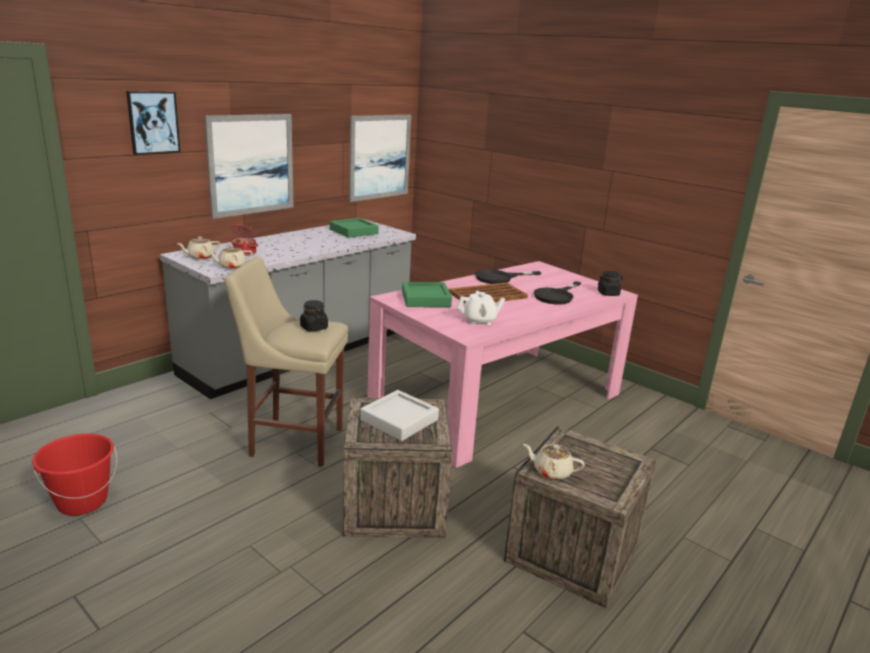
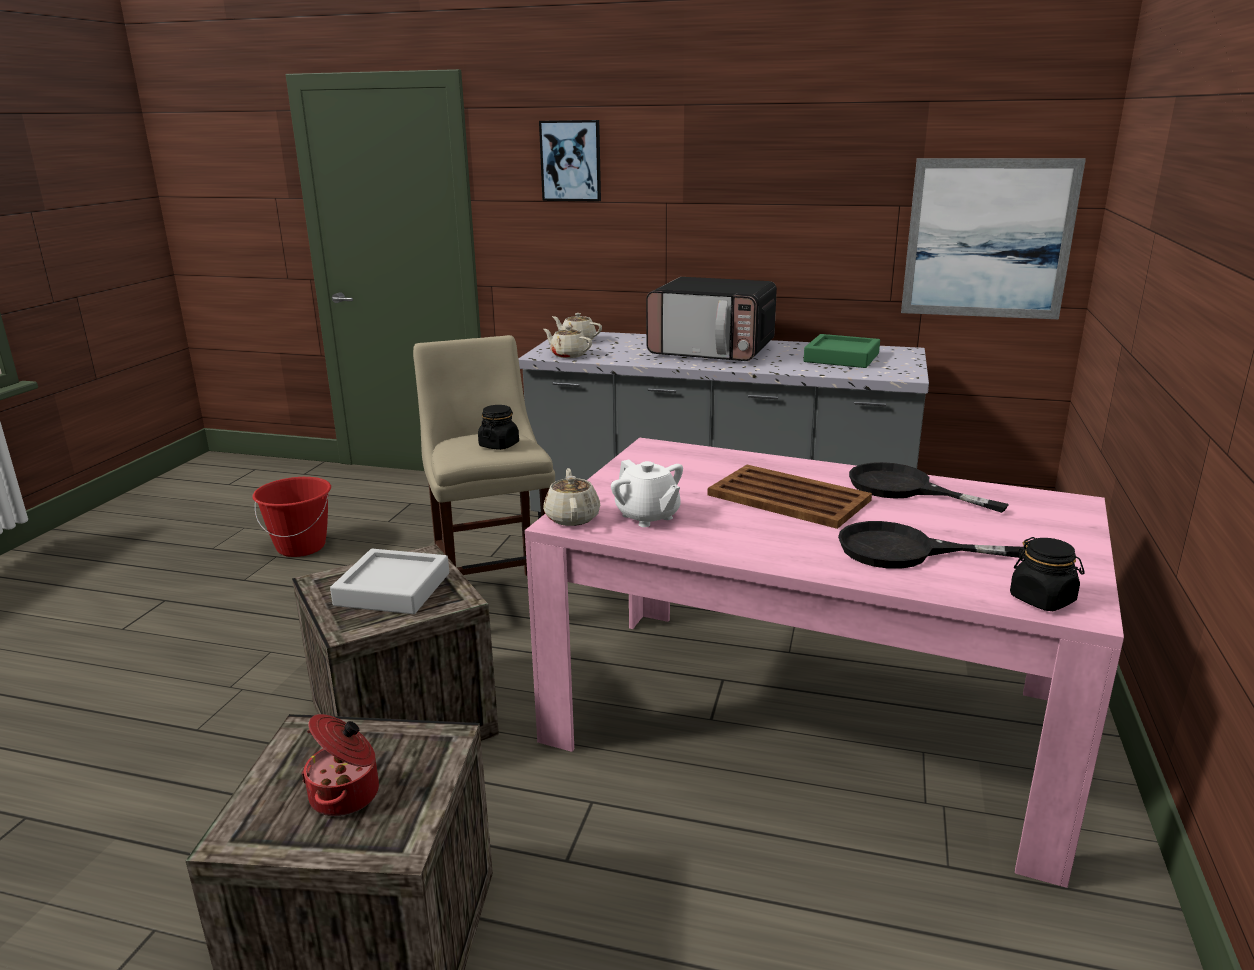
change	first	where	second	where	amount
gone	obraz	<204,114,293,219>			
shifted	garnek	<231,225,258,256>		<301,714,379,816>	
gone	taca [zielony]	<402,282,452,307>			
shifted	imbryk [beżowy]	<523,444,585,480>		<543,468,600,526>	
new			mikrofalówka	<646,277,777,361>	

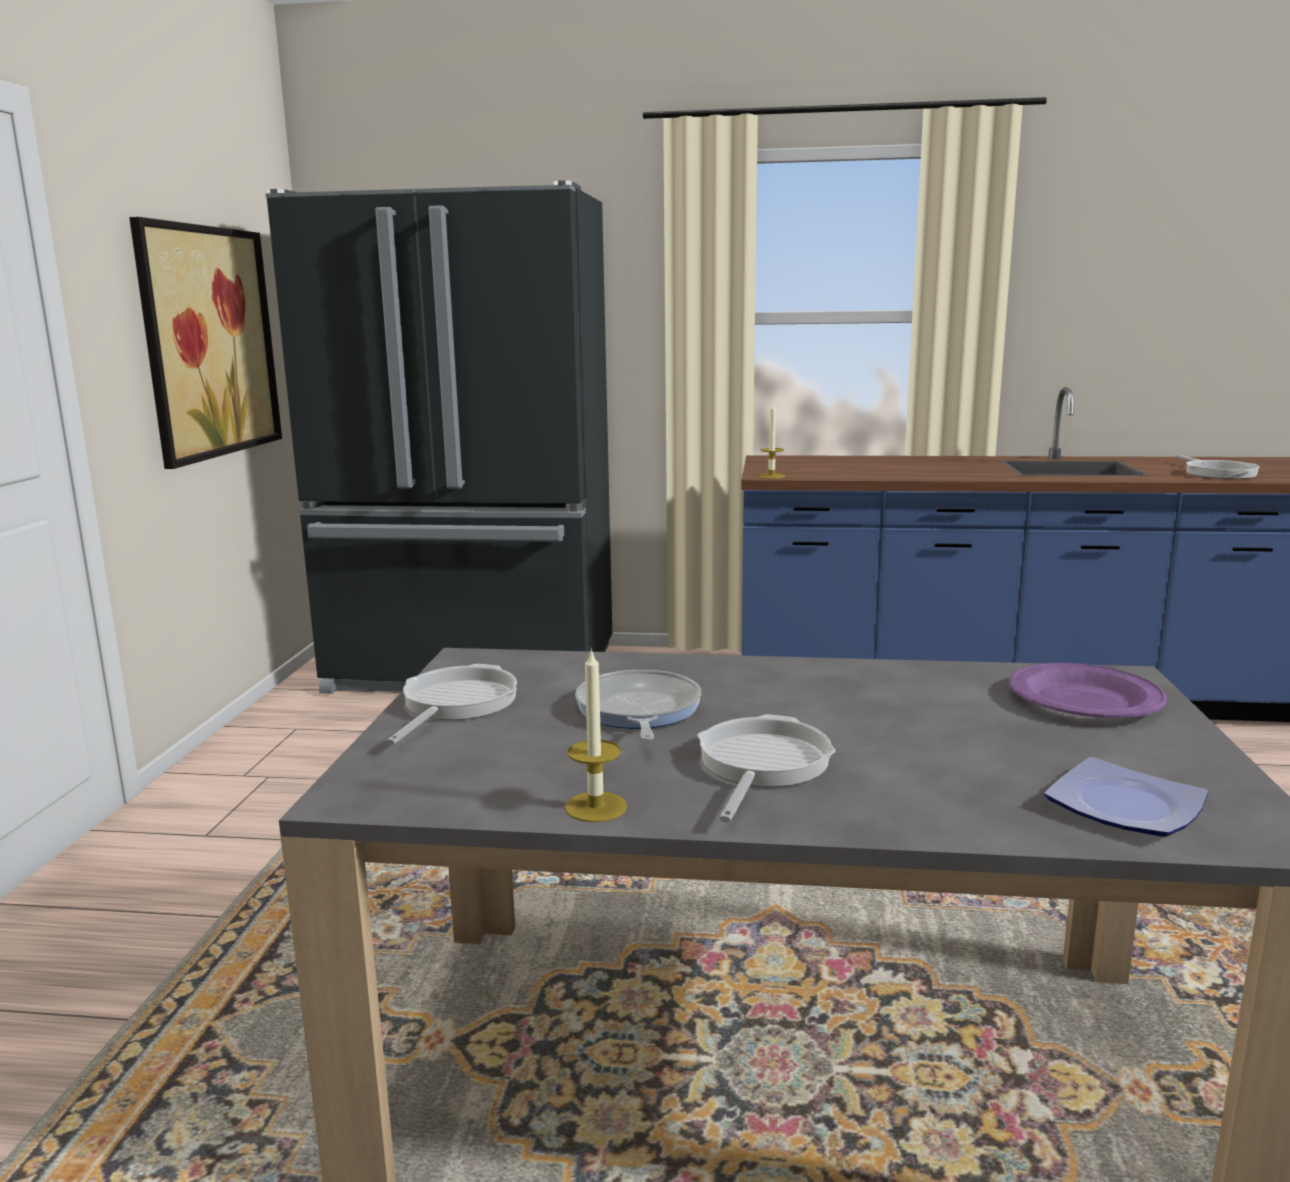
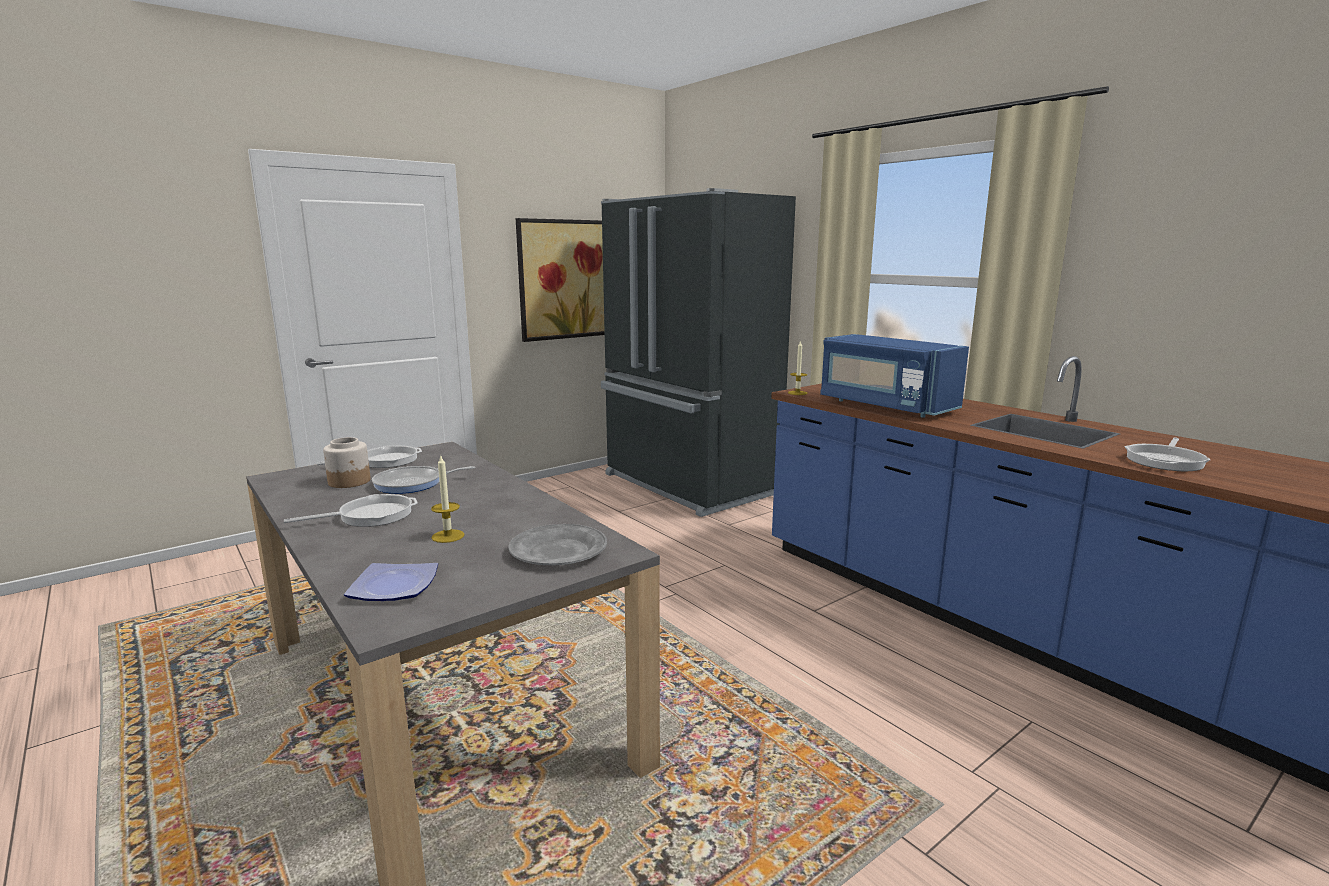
change	first	where	second	where	amount
shifted	świeca	<565,648,627,822>		<431,454,464,543>	
repainted	talerz [fioletowy]	<1009,663,1167,718>	talerz [szary]	<509,524,607,565>	
rotated	patelnia	<575,670,701,740>		<372,466,475,494>	150 degrees counterclockwise
new			mikrofalówka [niebieski]	<820,334,969,418>	
new			słoik	<323,437,371,488>	

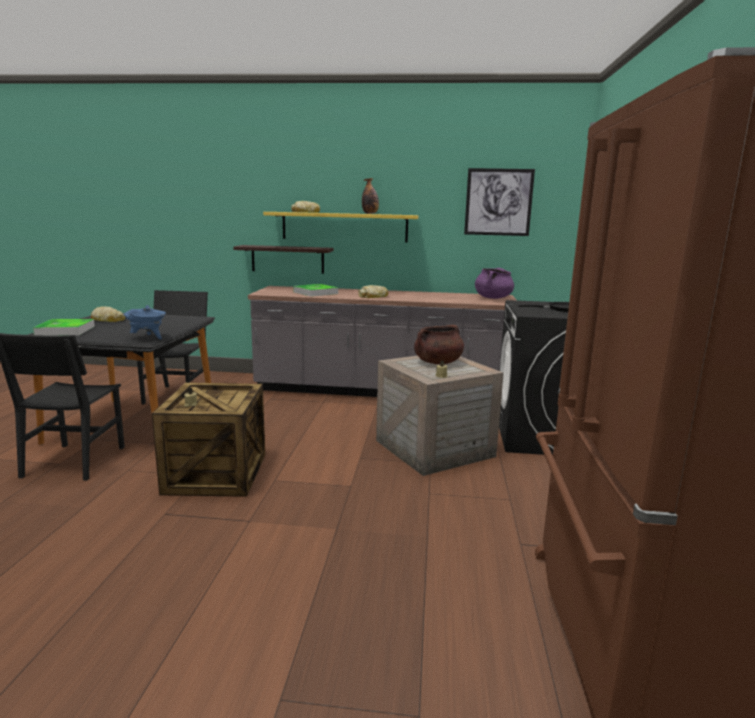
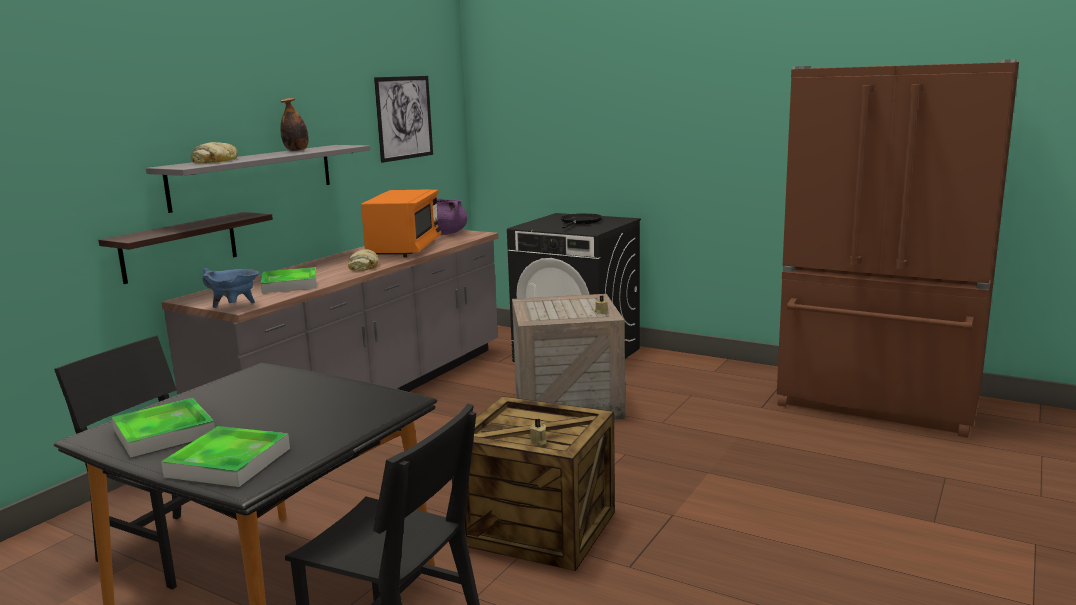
change	first	where	second	where	amount
repainted	półka [żółty]	<263,212,419,242>	półka [szary]	<146,145,370,213>	
shifted	garnek [niebieski]	<123,305,166,340>		<203,268,259,308>	
swapped	chleb	<91,307,125,322>	taca	<112,398,215,458>	
gone	garnek [brązowy]	<414,325,464,364>			
new			mikrofalówka [pomarańczowy]	<361,189,441,257>	

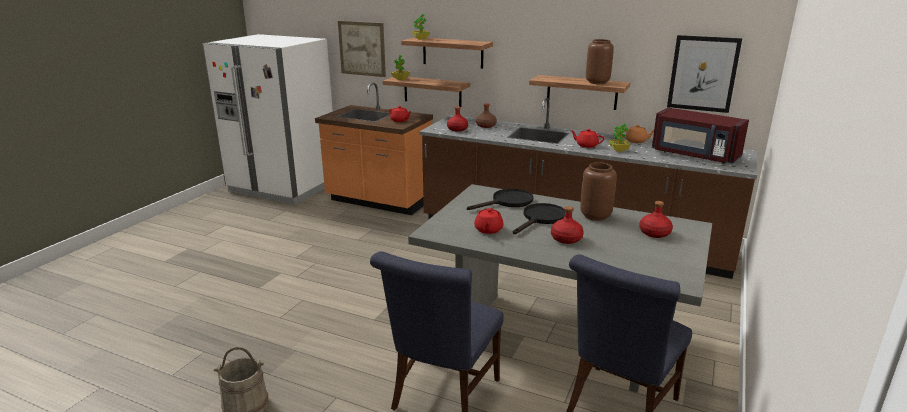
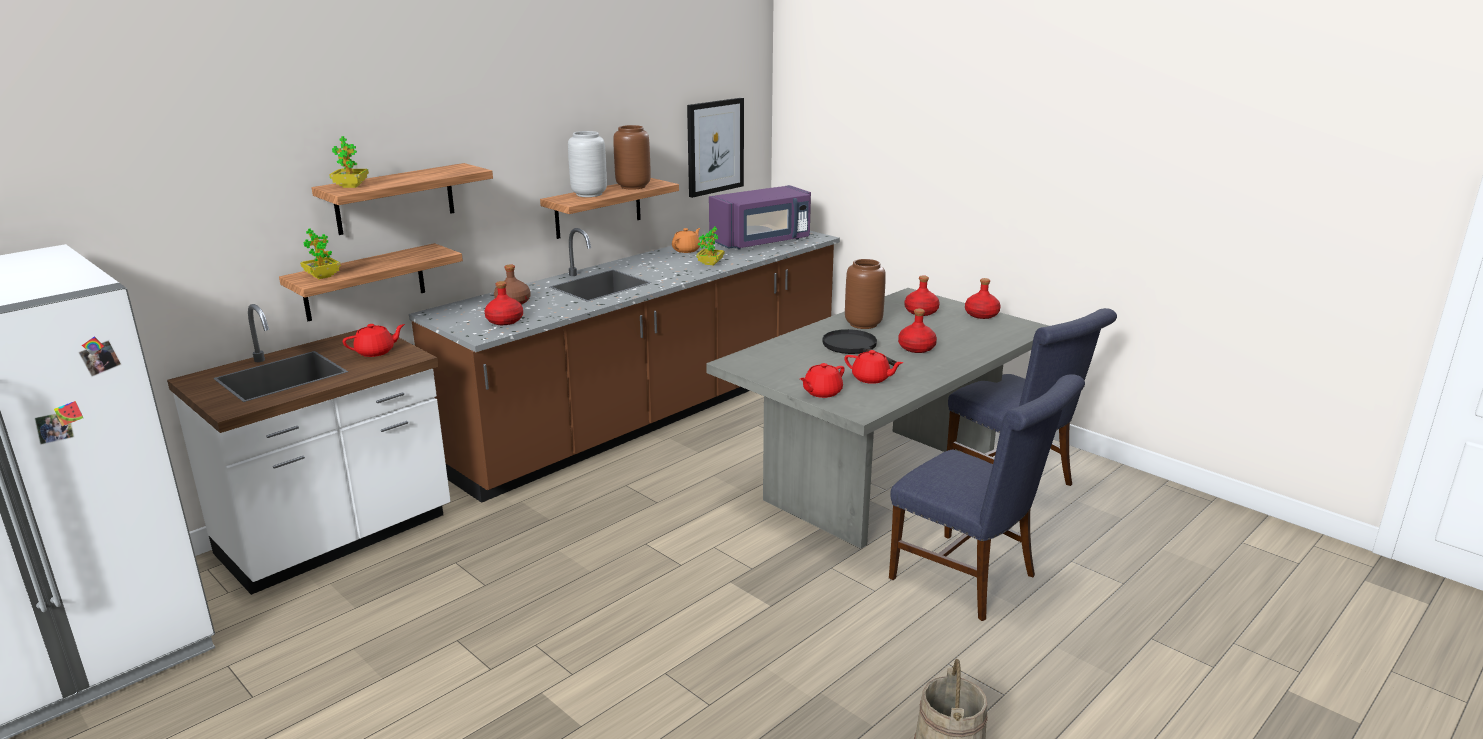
change	first	where	second	where	amount
gone	obraz	<338,21,386,77>			
repainted	zabudowa kuchenna [pomarańczowy]	<315,82,433,215>	zabudowa kuchenna [biały]	<167,304,451,595>	
repainted	mikrofalówka [czerwony]	<652,108,749,164>	mikrofalówka [fioletowy]	<709,185,811,249>	
shifted	imbryk [czerwony]	<570,129,604,148>		<800,363,845,398>	
gone	patelnia [czarny]	<467,189,533,210>			
new			wazon [szary]	<568,131,607,197>	
new			butelka [czerwony]	<965,278,1001,319>	

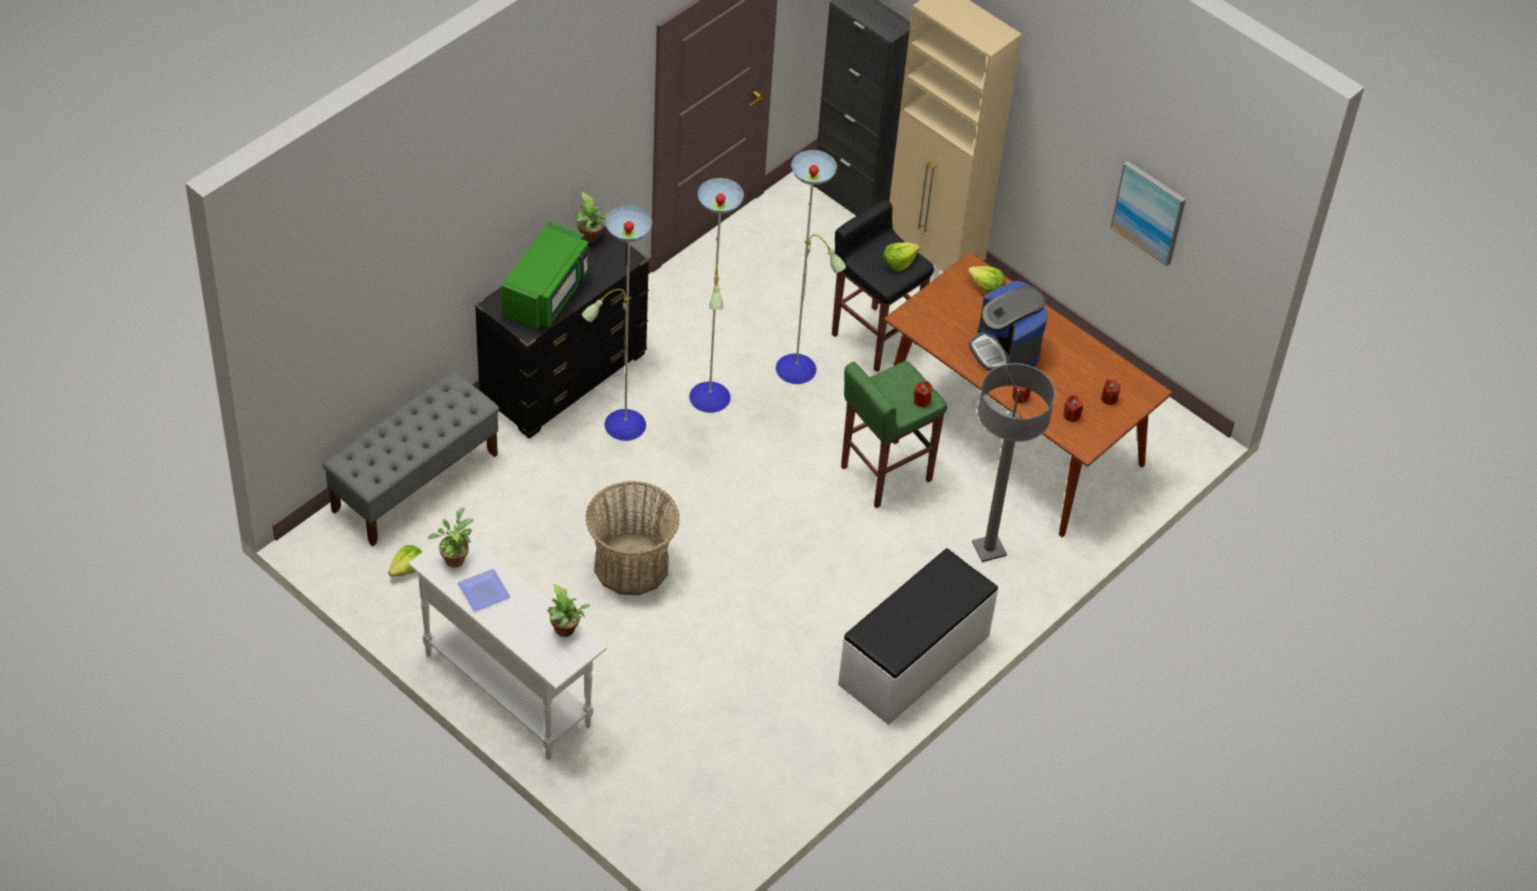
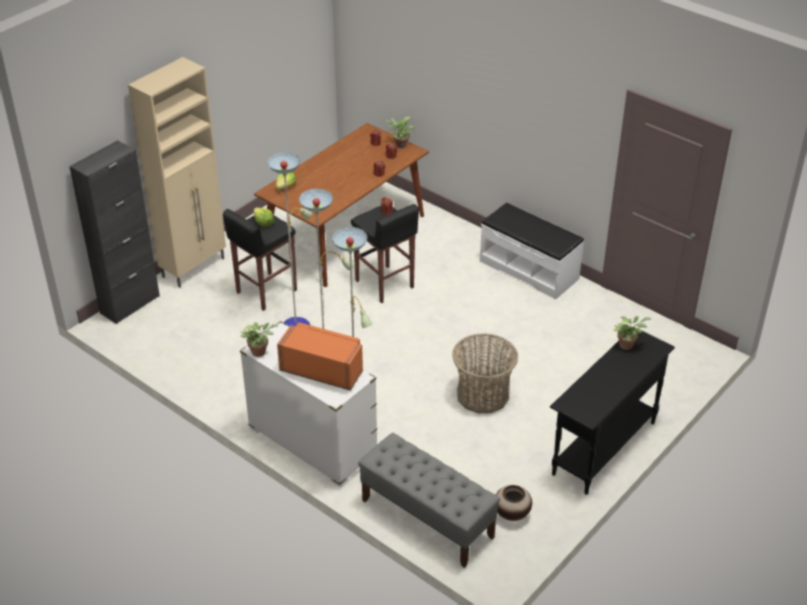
change	first	where	second	where	amount
gone	obraz	<1110,161,1186,266>			
repainted	mikrofalówka [zielony]	<501,221,589,330>	mikrofalówka [pomarańczowy]	<277,322,363,391>	
repainted	komoda [czarny]	<475,225,650,439>	komoda [biały]	<240,321,377,487>	
gone	ekspres do kawy	<969,281,1048,371>			
repainted	stołek [zielony]	<841,361,947,508>	stołek [czarny]	<351,204,419,303>	
gone	lampa stojąca [szary]	<972,363,1055,562>			
shifted	roślina doniczkowa	<428,508,473,568>		<385,117,414,148>	
repainted	stolik konsolowy [biały]	<408,528,607,760>	stolik konsolowy [czarny]	<550,327,675,495>	
swapped	sałata	<388,545,422,577>	wazon	<496,485,532,521>	
gone	talerz	<457,569,511,612>			

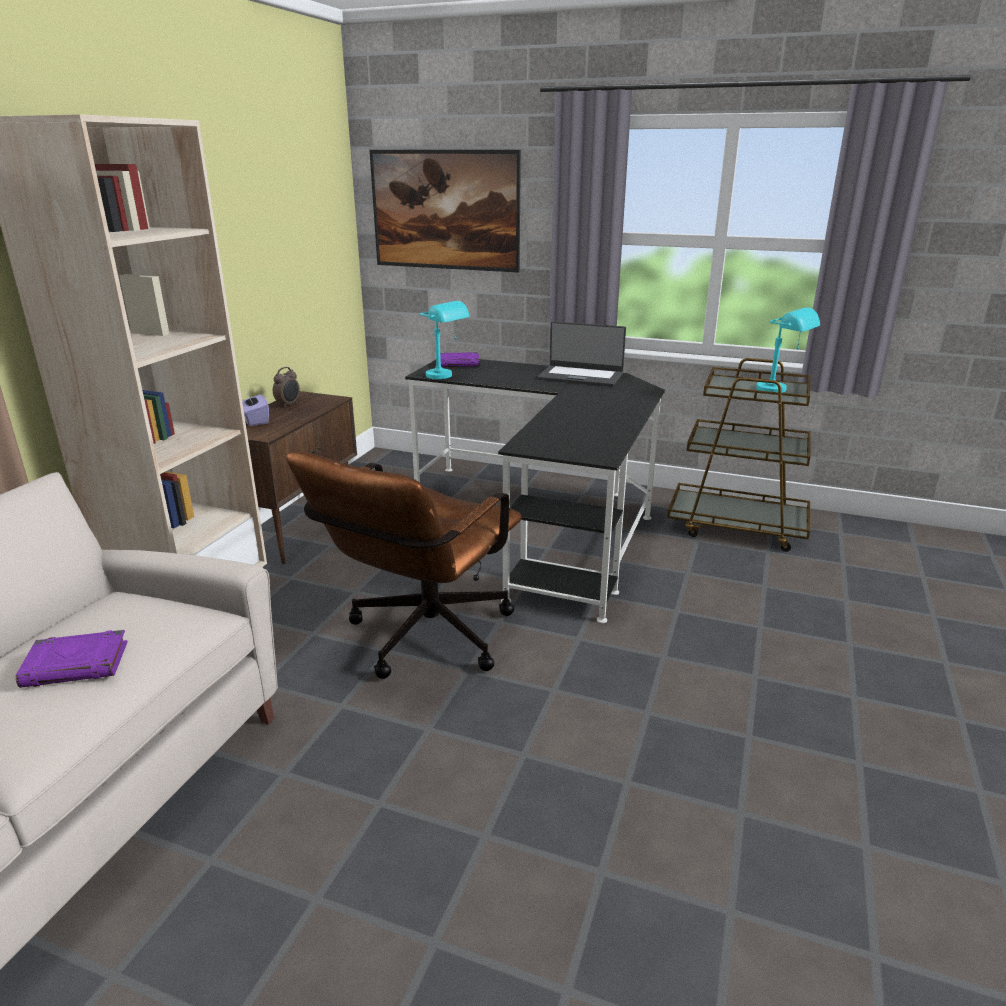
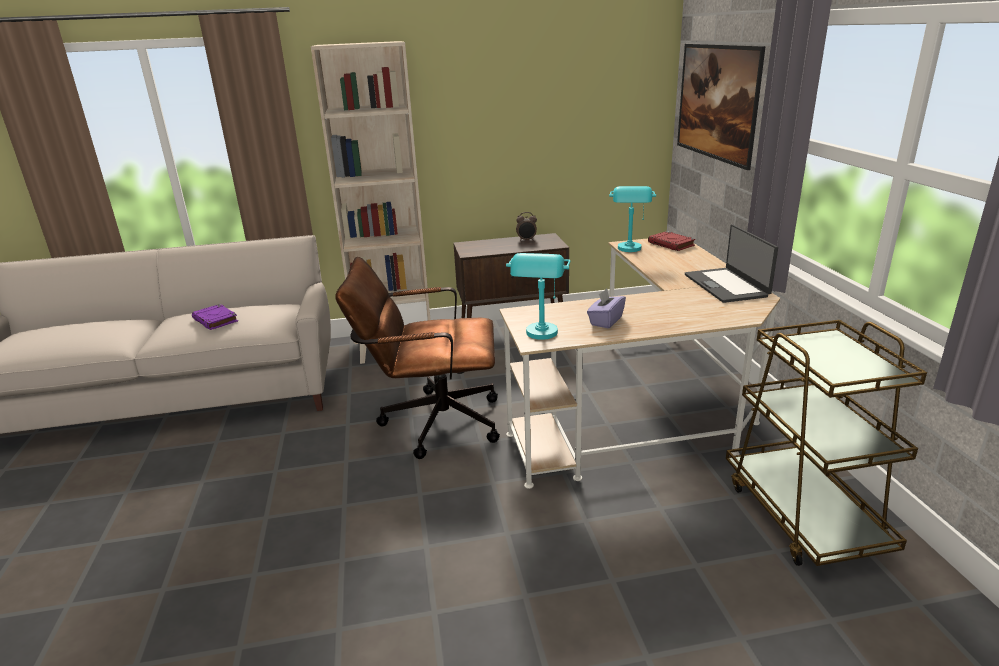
change	first	where	second	where	amount
shifted	lampa stołowa [turkusowy]	<756,308,820,393>		<506,253,571,340>	
repainted	książka [fioletowy]	<440,352,480,367>	książka [czerwony]	<648,231,696,251>	
repainted	biurko [czarny]	<405,359,665,623>	biurko [beżowy]	<499,238,780,489>	
shifted	pudełko chusteczek [fioletowy]	<242,391,269,426>		<587,289,626,328>	

